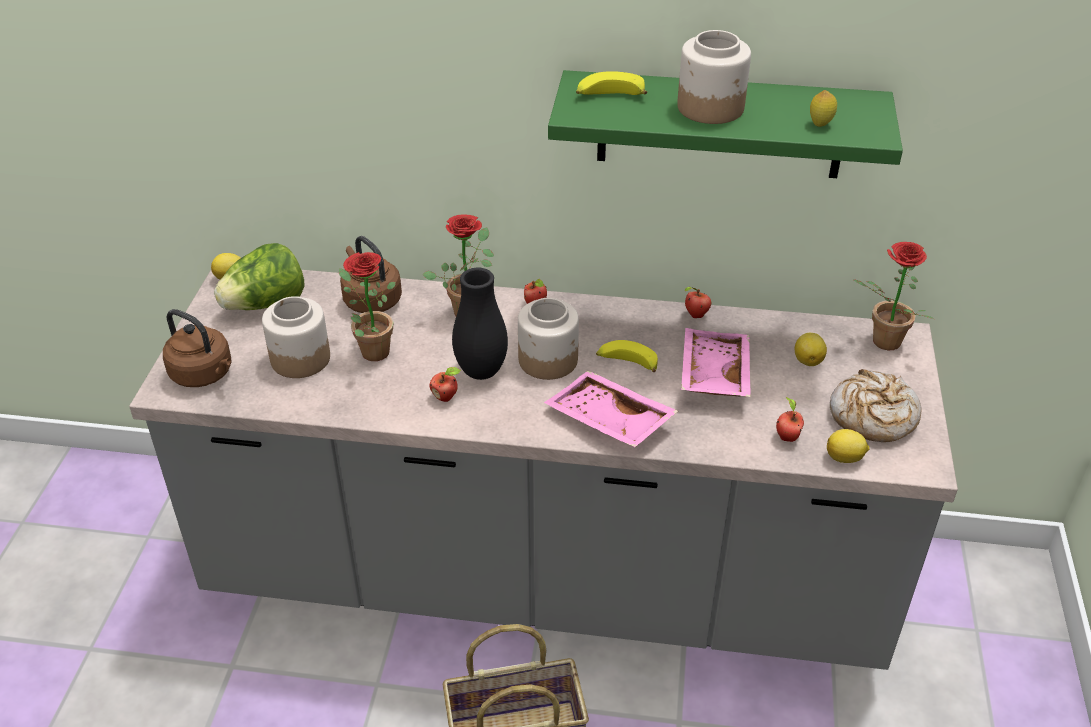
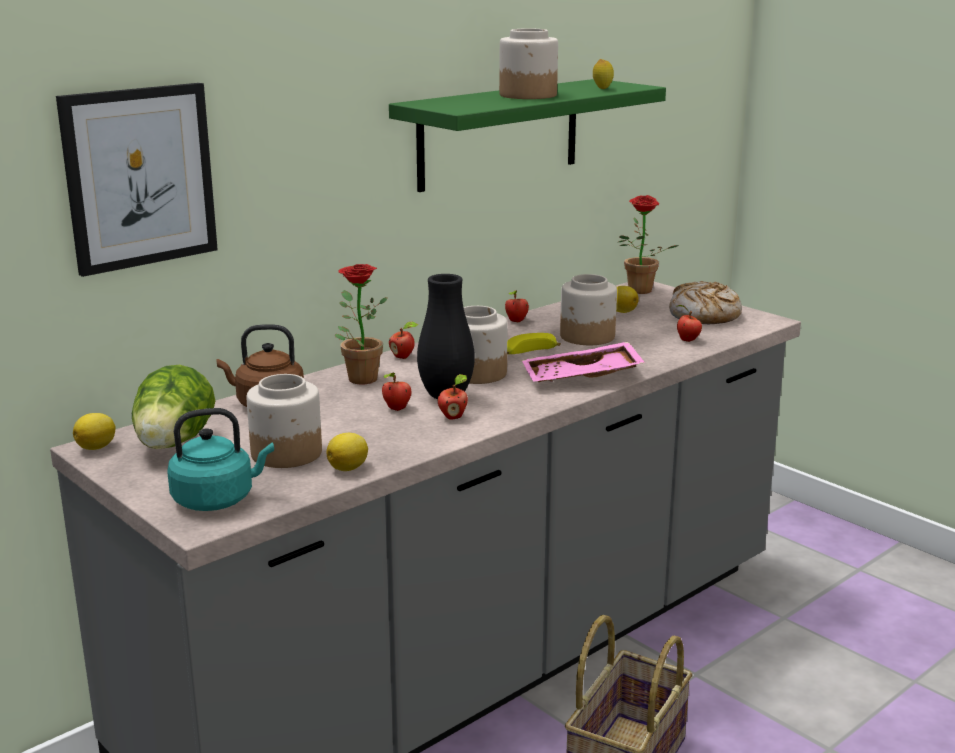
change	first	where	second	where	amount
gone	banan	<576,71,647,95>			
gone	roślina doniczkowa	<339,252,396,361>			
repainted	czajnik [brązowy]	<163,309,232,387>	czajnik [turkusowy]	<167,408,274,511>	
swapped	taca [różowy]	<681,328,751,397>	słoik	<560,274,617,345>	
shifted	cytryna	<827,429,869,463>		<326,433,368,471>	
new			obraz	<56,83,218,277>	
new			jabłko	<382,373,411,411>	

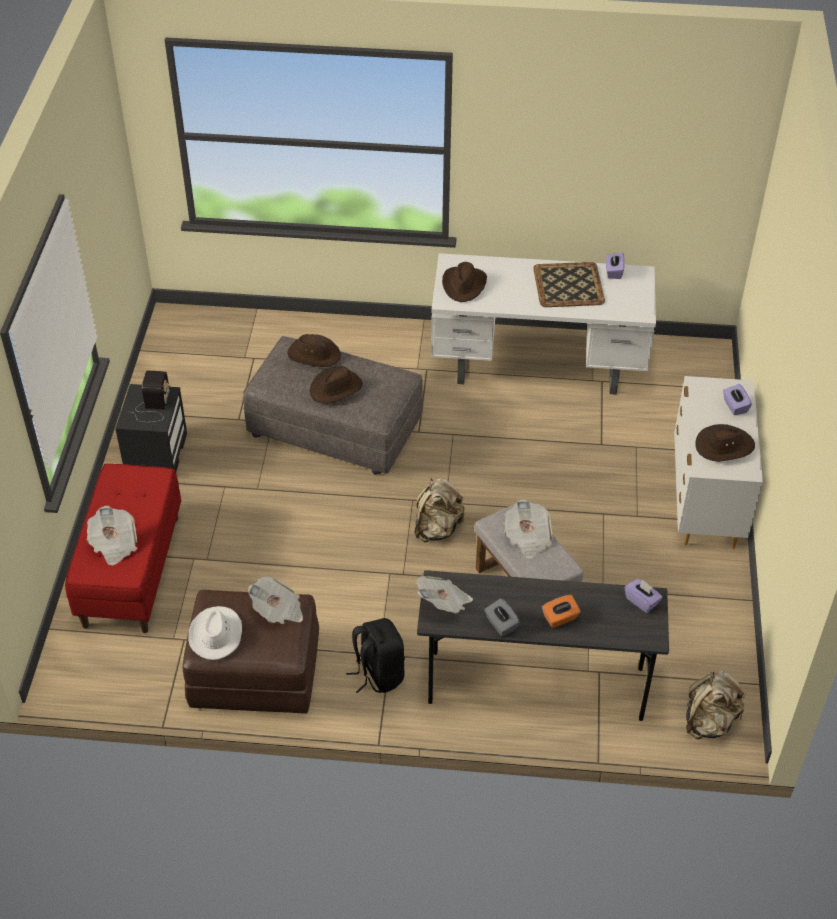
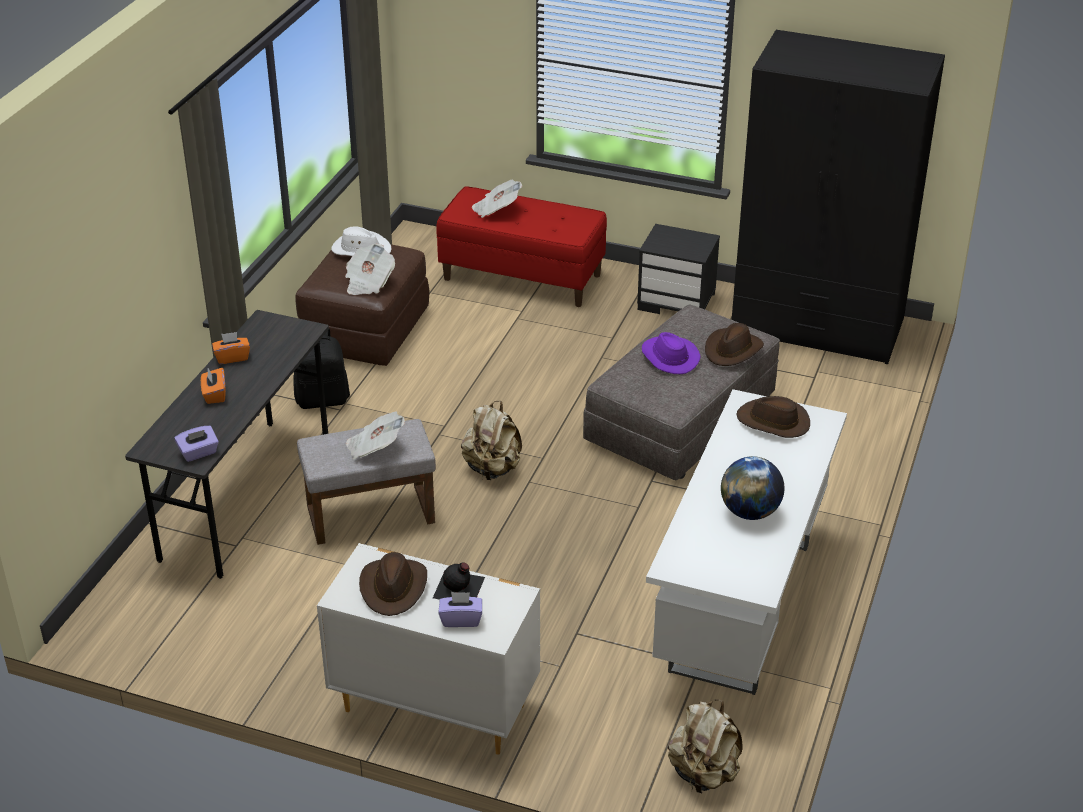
change	first	where	second	where	amount
gone	pudełko chusteczek [fioletowy]	<606,253,624,279>			
swapped	taca	<533,262,605,307>	globus	<721,456,785,520>	
repainted	kapelusz [brązowy]	<309,366,362,404>	kapelusz [fioletowy]	<642,332,700,374>	
gone	radio	<132,370,170,422>			
gone	gazeta	<416,576,473,614>			
repainted	pudełko chusteczek [szary]	<484,598,520,636>	pudełko chusteczek [pomarańczowy]	<212,332,250,364>	
shifted	plecak [beżowy]	<686,671,746,739>		<668,699,743,793>	
new			szafa [czarny]	<732,30,945,364>	
new			butelka [czarny]	<433,562,485,600>	

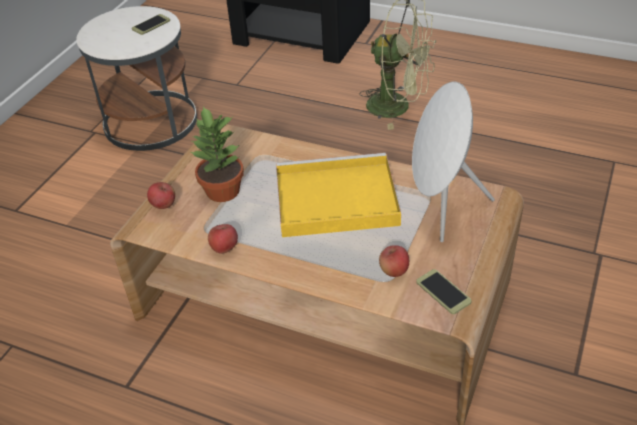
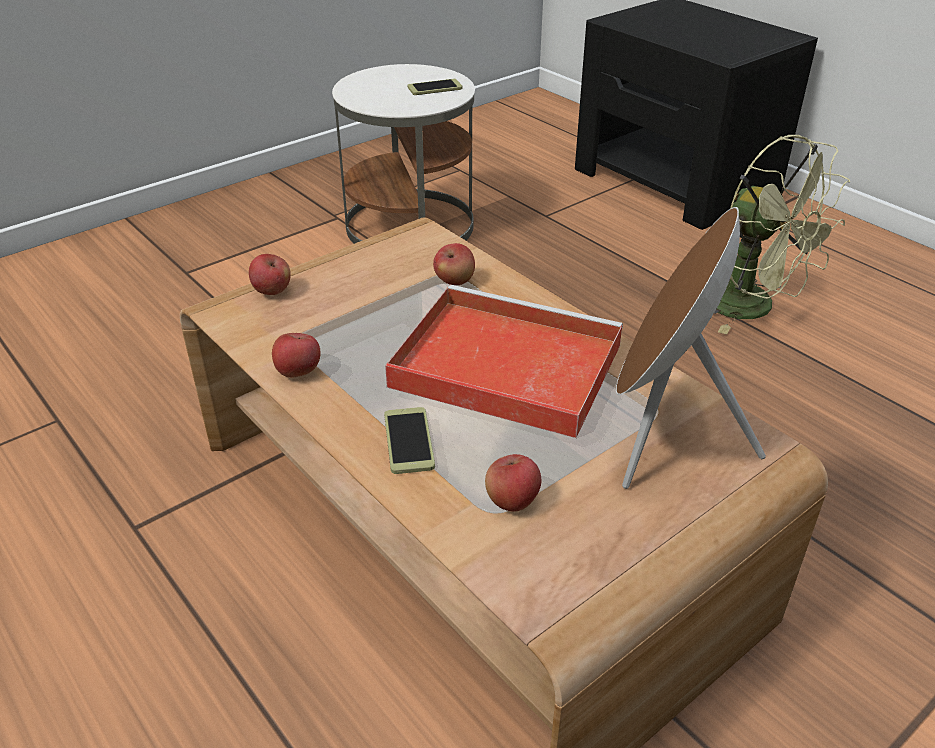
change	first	where	second	where	amount
repainted	głośnik [biały]	<412,81,495,242>	głośnik [brązowy]	<616,207,766,489>	
gone	roślina doniczkowa	<191,106,244,202>			
repainted	taca [żółty]	<276,153,401,237>	taca [czerwony]	<385,285,623,438>	
shifted	telefon	<416,269,472,314>		<384,407,435,474>	
new			jabłko	<433,243,475,285>	

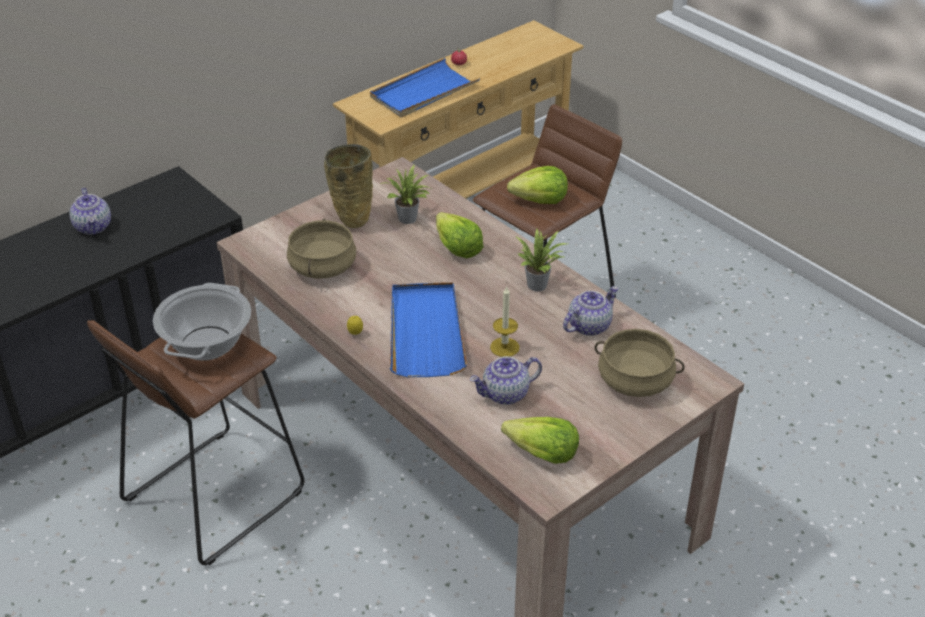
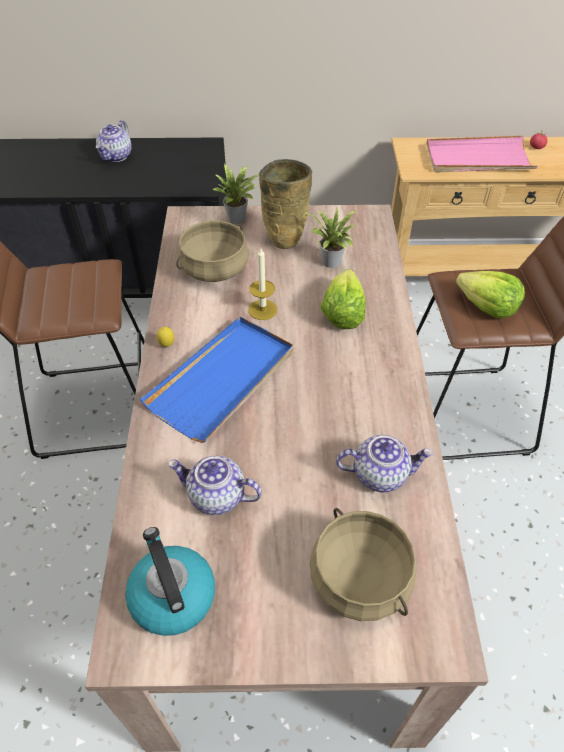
change	first	where	second	where	amount
repainted	taca [niebieski]	<370,58,480,117>	taca [różowy]	<426,136,538,173>	
shifted	roślina doniczkowa	<515,229,568,291>		<212,163,259,224>	
gone	garnek	<153,283,251,361>			
shifted	świeca	<490,286,519,357>		<248,248,277,320>	
swapped	sałata	<501,417,579,464>	czajnik	<125,527,215,636>	

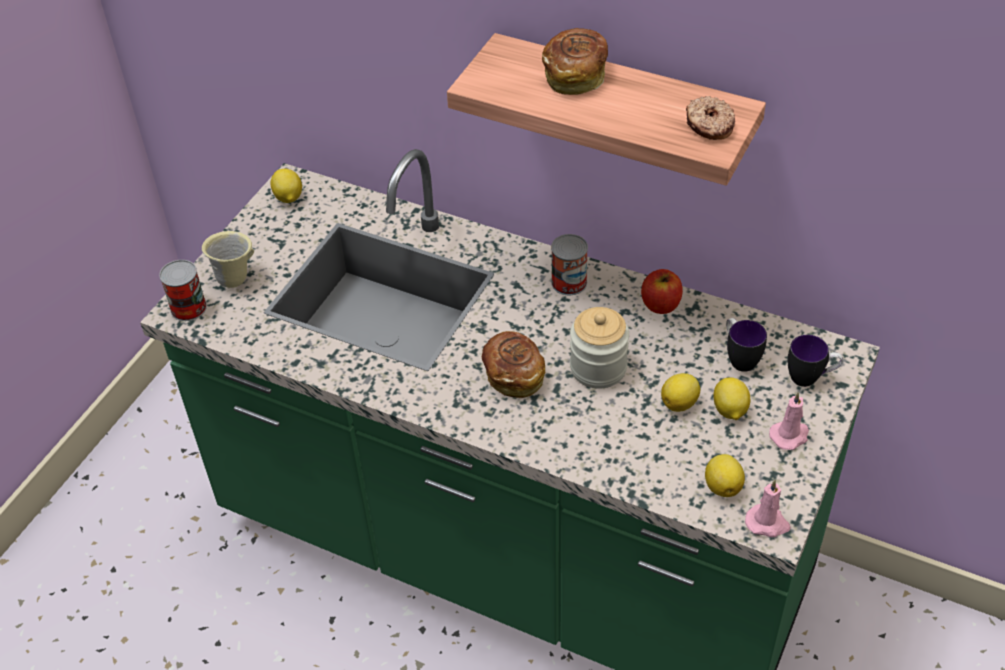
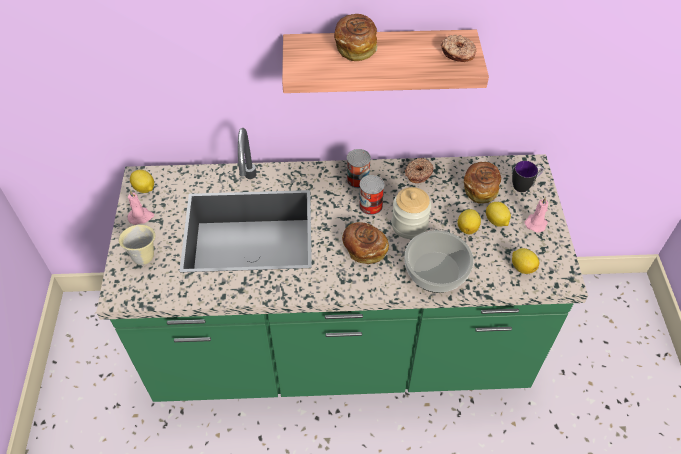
change	first	where	second	where	amount
shifted	puszka	<159,260,207,321>		<359,175,384,215>	
swapped	jabłko	<641,269,683,314>	donut	<405,158,433,183>	
swapped	kubek	<726,318,767,372>	chleb	<464,162,501,203>	
shifted	świeca [różowy]	<745,480,791,537>		<128,190,154,225>	
new			miska	<405,230,474,293>	

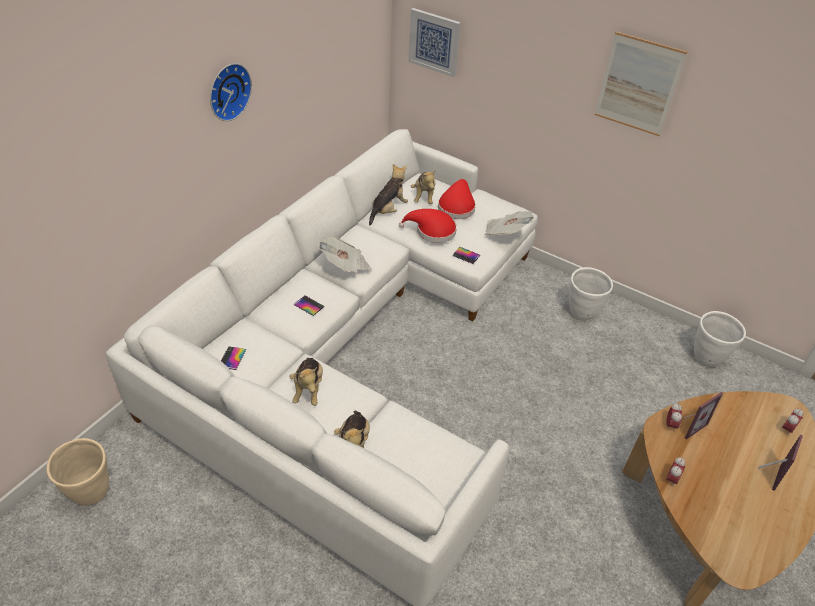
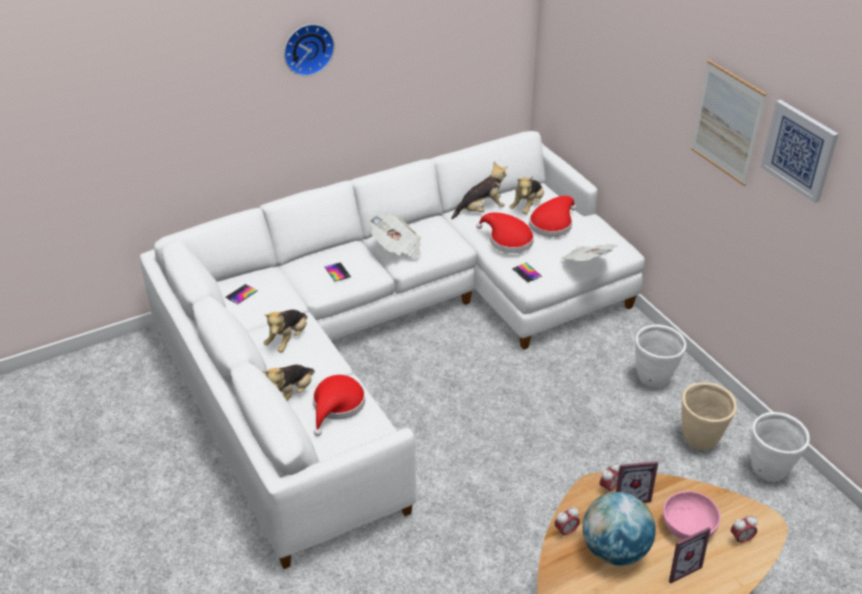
change	first	where	second	where	amount
shifted	obraz	<409,8,461,77>		<761,100,838,203>	
shifted	donica [beżowy]	<46,438,109,506>		<681,383,737,450>	
new			kapelusz [czerwony]	<313,375,365,436>	
new			miska [różowy]	<663,491,721,540>	
new			globus	<583,492,656,565>	

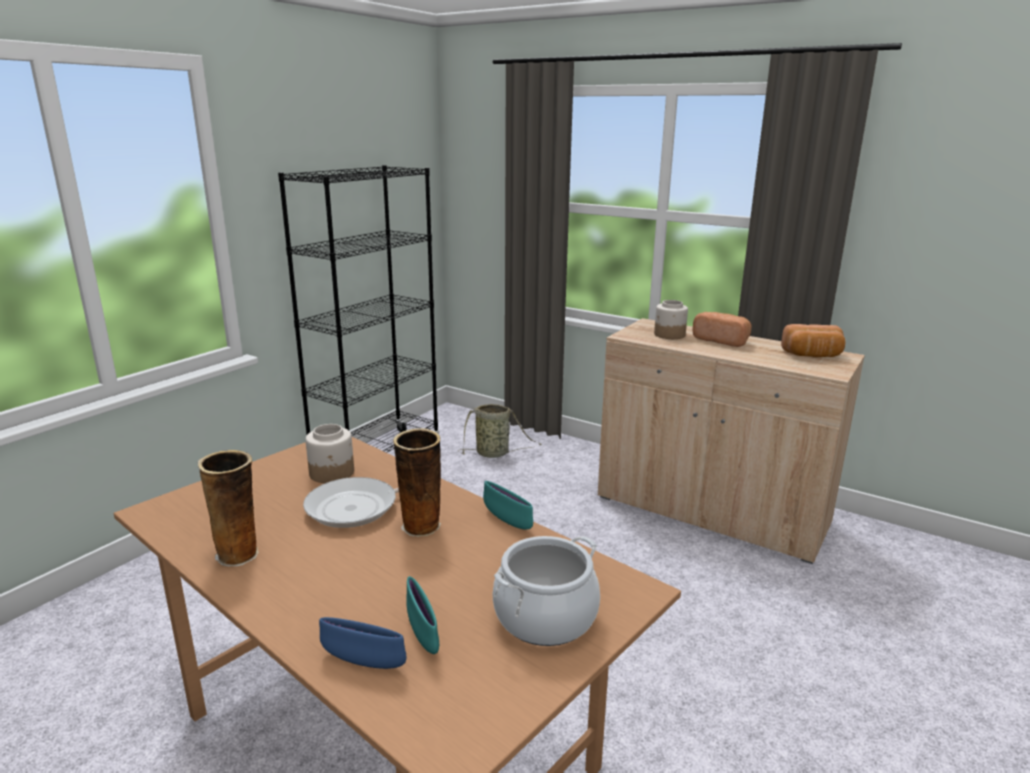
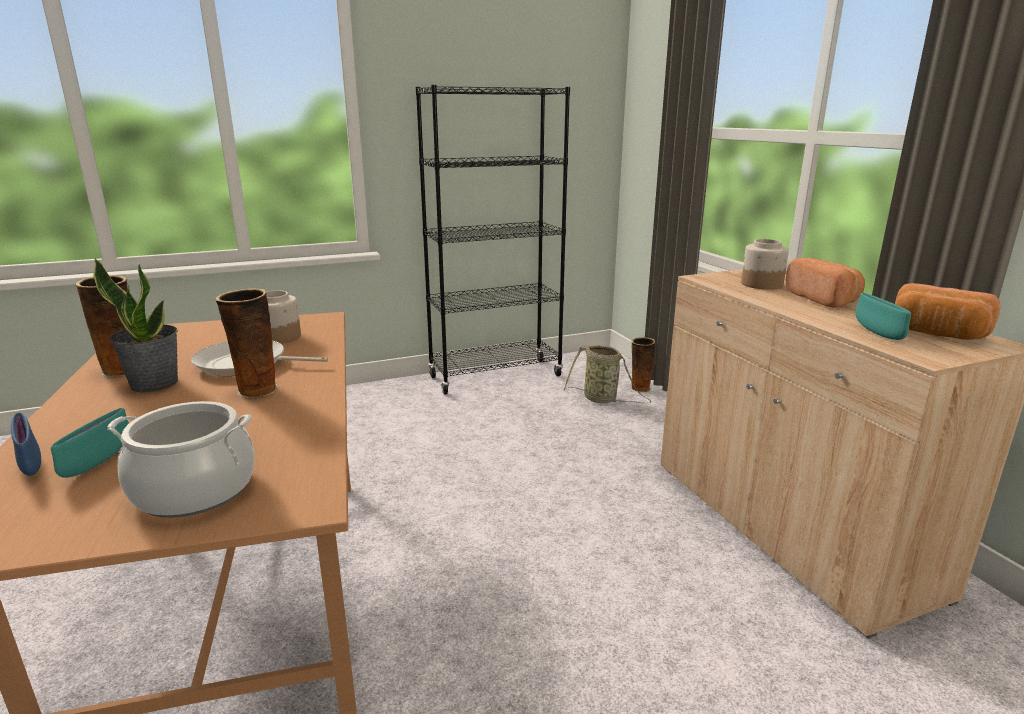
change	first	where	second	where	amount
shifted	miska [turkusowy]	<483,481,533,530>		<856,293,911,340>	
new			roślina doniczkowa	<93,258,178,392>	
new			wazon	<631,337,655,392>	

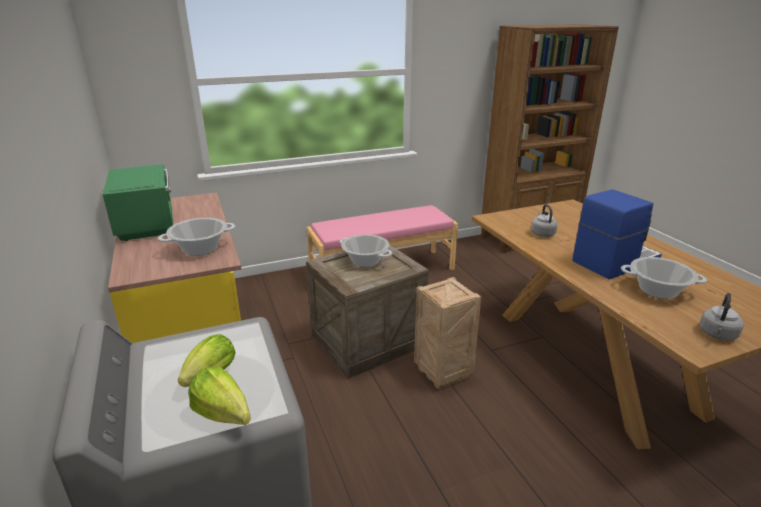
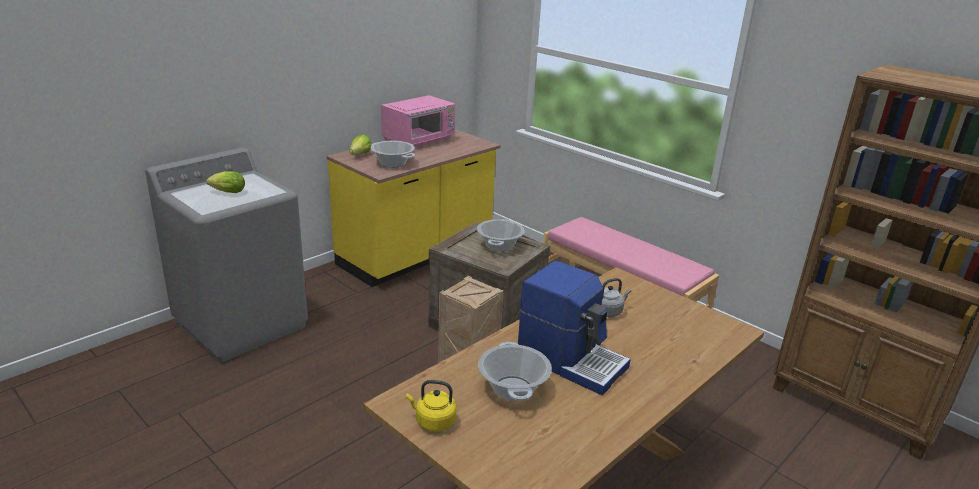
change	first	where	second	where	amount
repainted	mikrofalówka [zielony]	<103,164,174,241>	mikrofalówka [różowy]	<381,95,456,147>	
repainted	czajnik [szary]	<700,293,744,340>	czajnik [żółty]	<406,380,457,431>	
shifted	sałata	<188,366,251,425>		<350,134,371,155>	

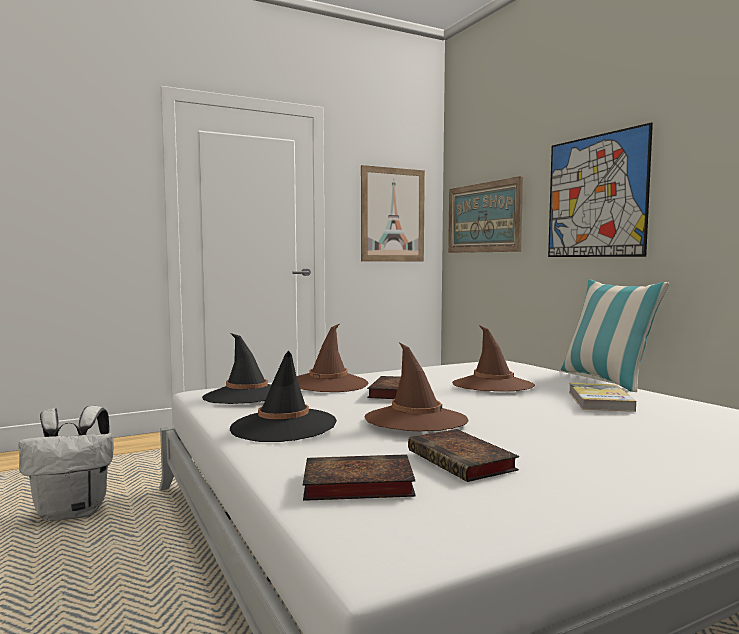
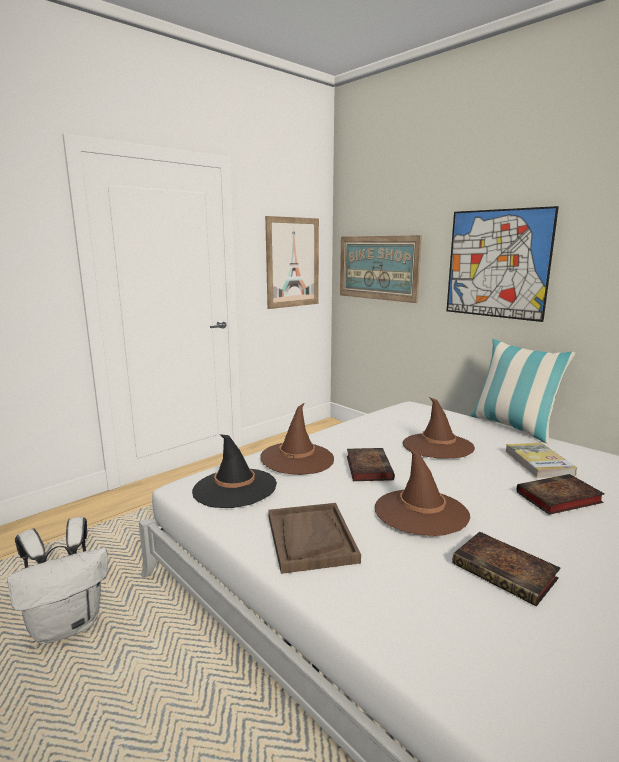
change	first	where	second	where	amount
swapped	kapelusz [czarny]	<230,351,337,442>	taca [brązowy]	<268,503,361,574>	
shifted	książka	<303,454,416,501>		<517,474,605,515>	

